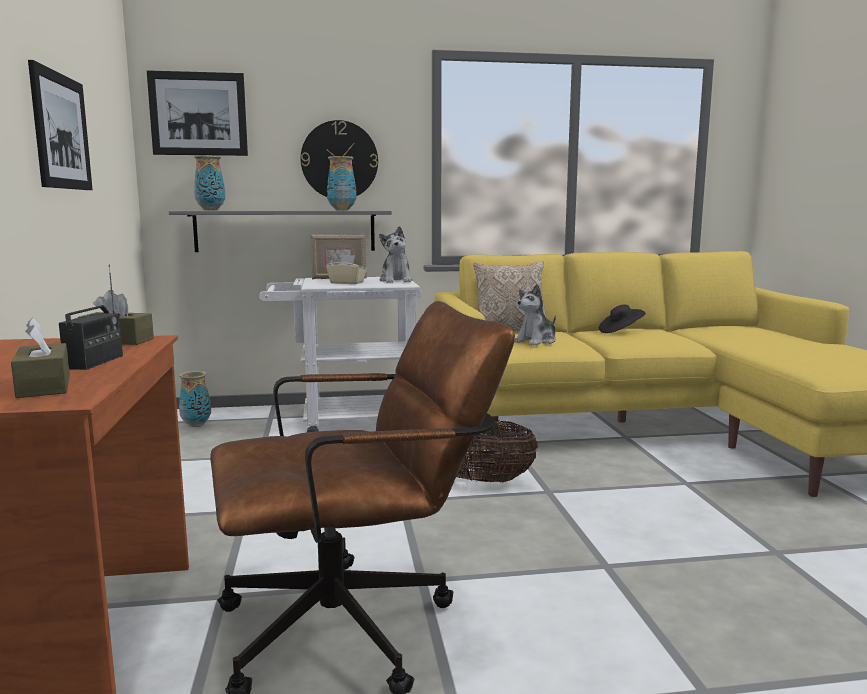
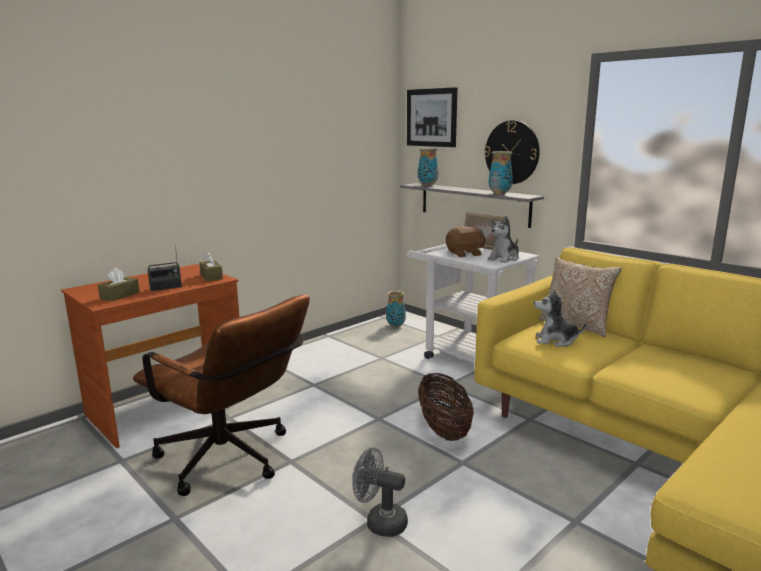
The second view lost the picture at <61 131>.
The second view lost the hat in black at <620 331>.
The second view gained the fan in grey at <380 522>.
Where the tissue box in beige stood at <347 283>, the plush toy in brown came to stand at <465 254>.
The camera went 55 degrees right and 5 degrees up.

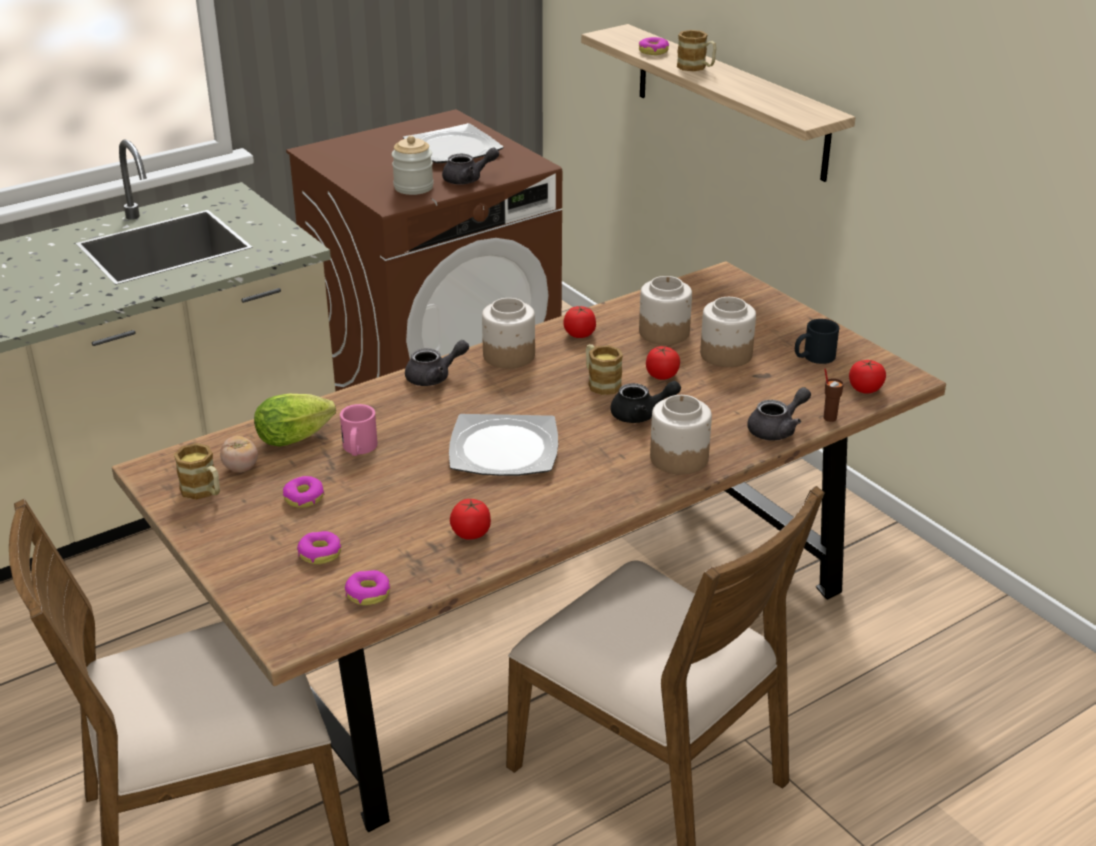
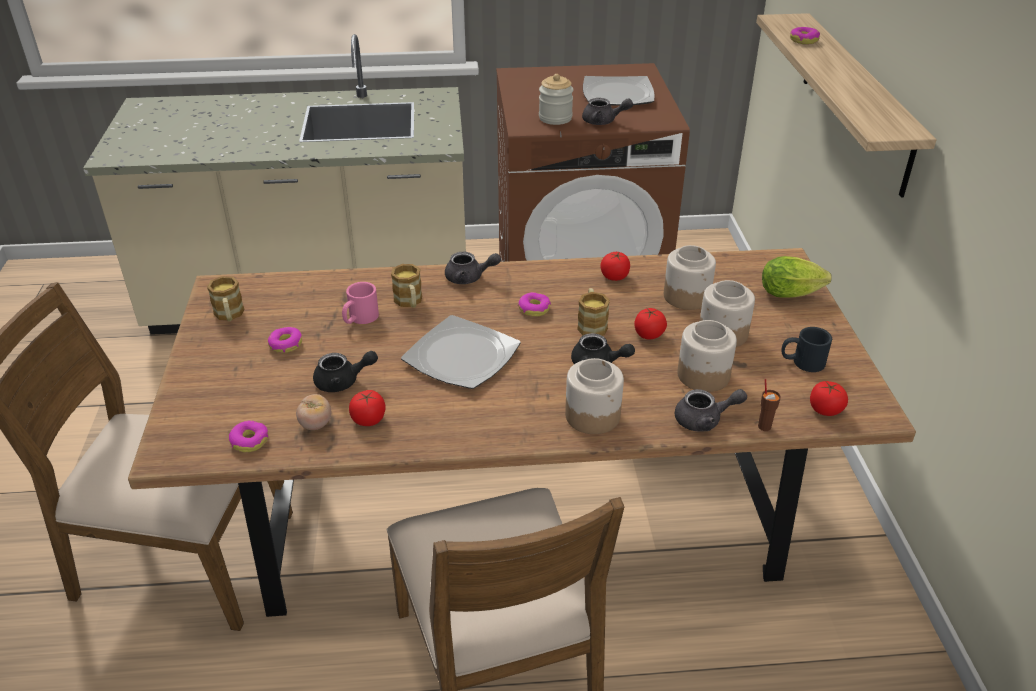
The second view gained the teapot in black at <343 382>.
The tomato ended up elsewhere, having gone from <241 468> to <316 424>.
The lettuce ended up elsewhere, having gone from <298 437> to <793 294>.
The donut ended up elsewhere, having gone from <320 553> to <534 309>.
The jar ended up elsewhere, having gone from <508 355> to <702 375>.
The mug ended up elsewhere, having gone from <696 68> to <409 302>.
The camera went 30 degrees right and 5 degrees up.

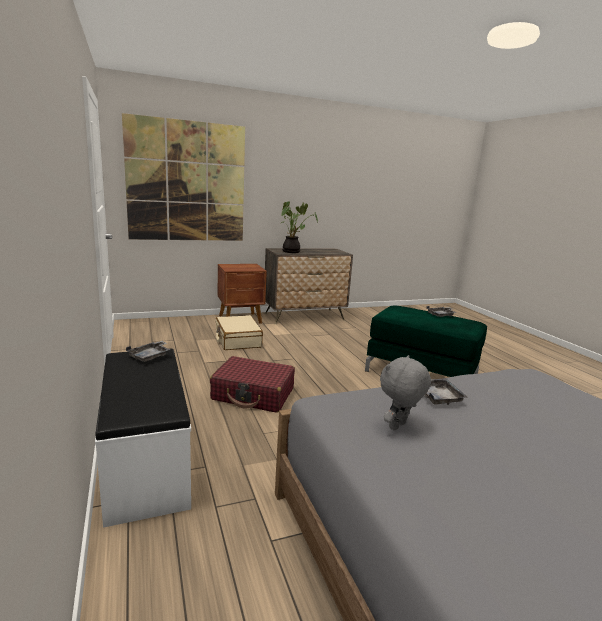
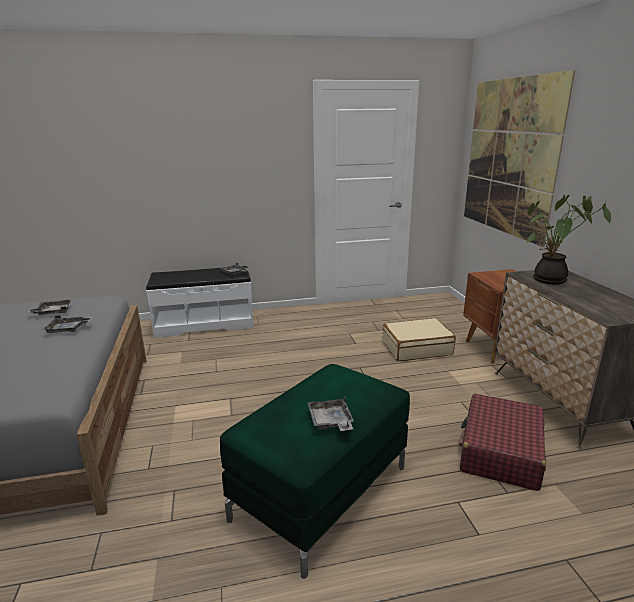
The suitcase in red ended up elsewhere, having gone from <253 394> to <500 452>.
Where the plush toy in grey stood at <398 427>, the tray in grey came to stand at <52 312>.
The camera went 100 degrees right and 5 degrees up.

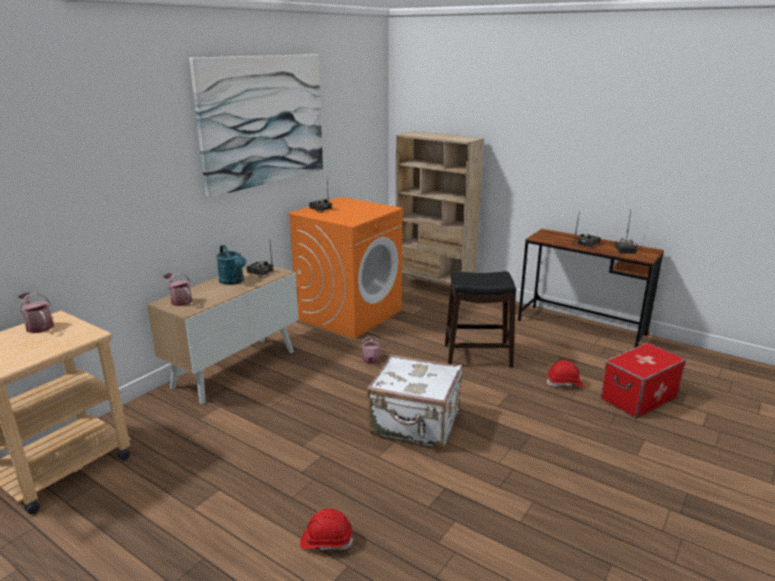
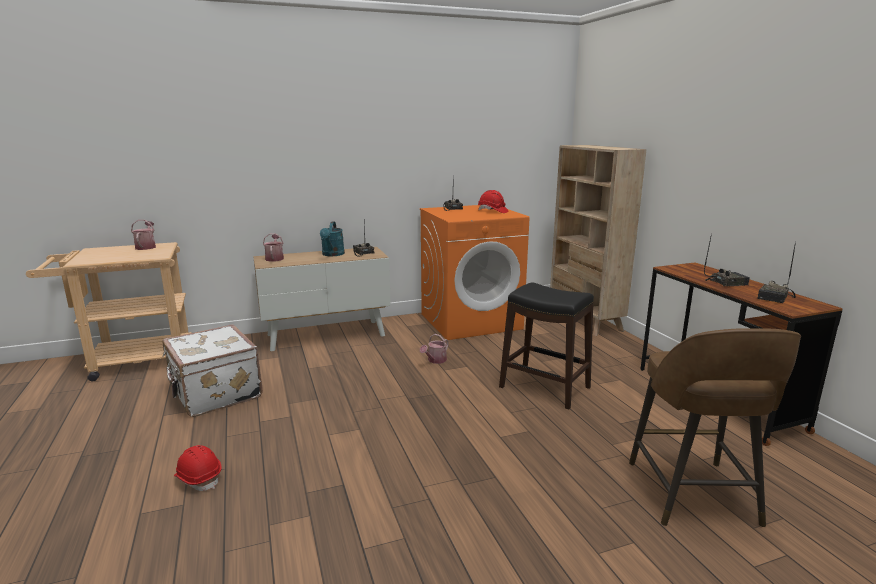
The second view lost the picture at <263 121>.
The suitcase in white ended up elsewhere, having gone from <415 424> to <214 393>.
The hard hat in red ended up elsewhere, having gone from <564 383> to <492 211>.
Where the storage box stood at <638 398>, the stool in brown came to stand at <693 495>.
The camera went 35 degrees right and 5 degrees down.

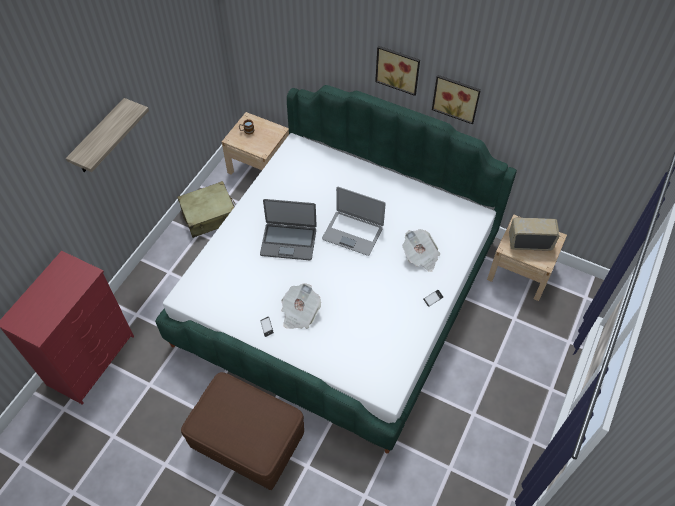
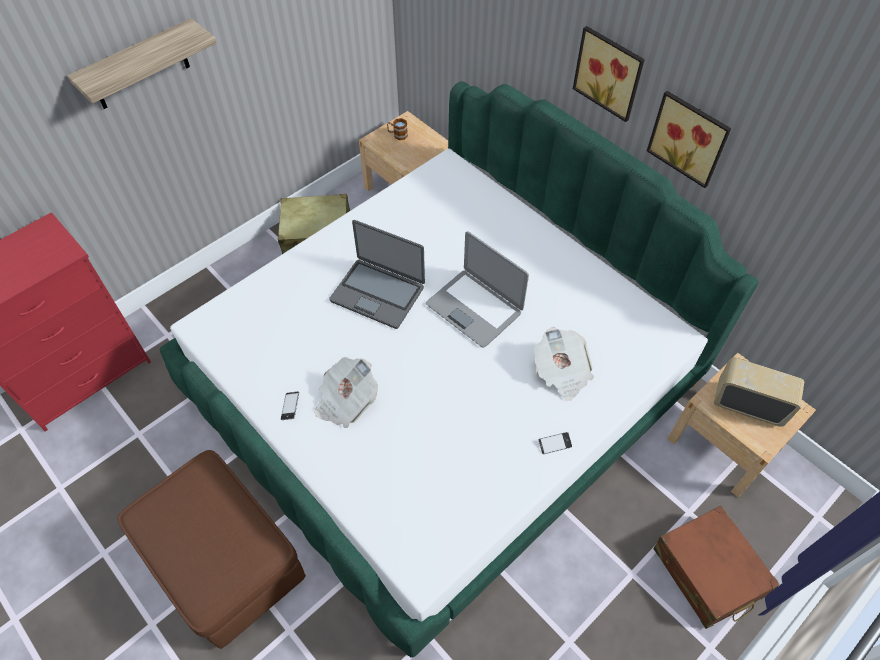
The second view gained the suitcase in brown at <708 572>.
The camera went 20 degrees right and 0 degrees up.

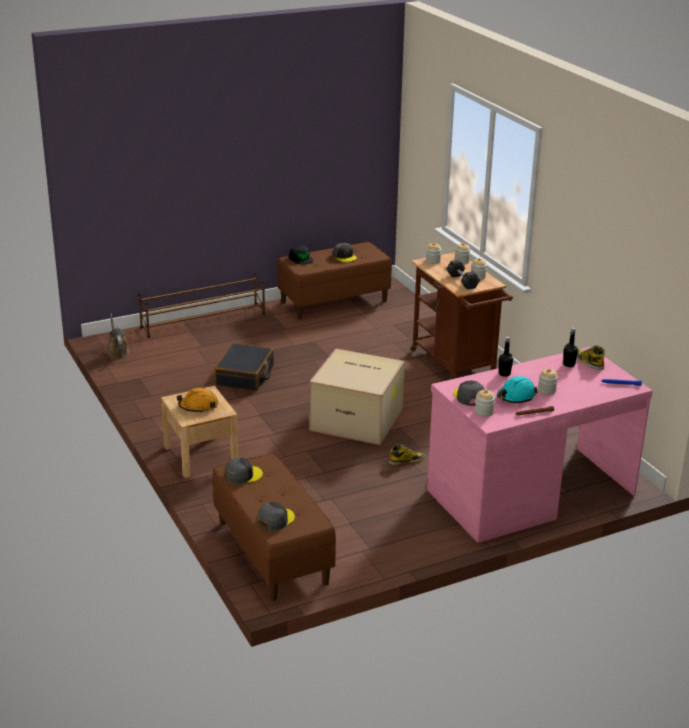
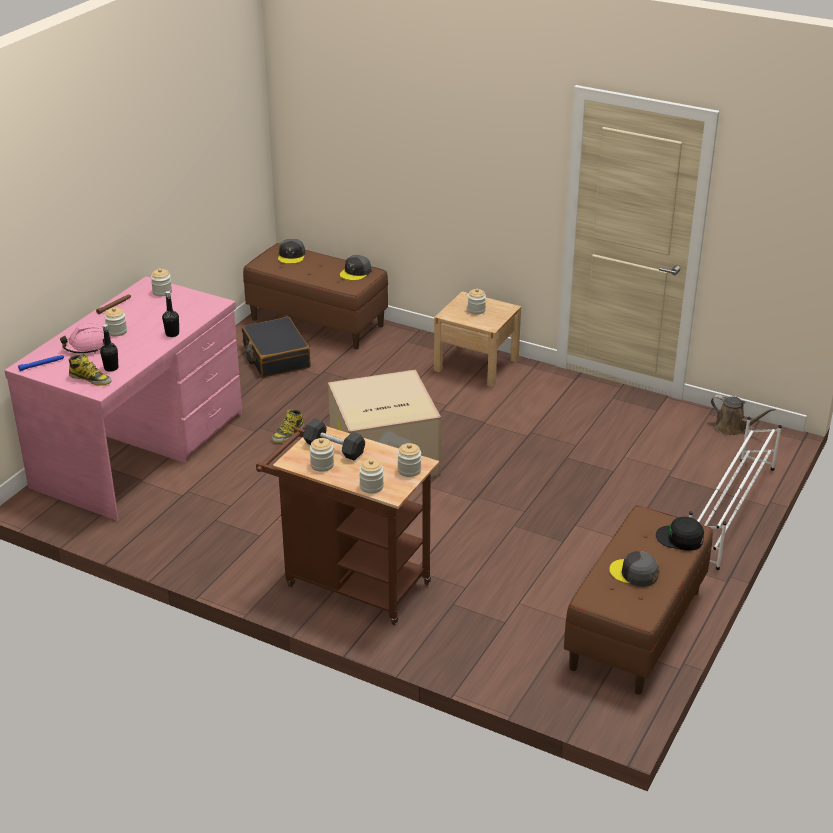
The second view lost the cap in grey at <469 397>.
The second view lost the hard hat in turquoise at <516 396>.
The second view gained the hard hat in pink at <87 346>.
The suitcase in black ended up elsewhere, having gone from <245 376> to <276 357>.
Where the hard hat in orange stood at <198 406>, the jar came to stand at <476 310>.
What was the shoe rack in brown at <204 321> turned into the shoe rack in white at <729 512>.
The camera went 145 degrees right and 5 degrees up.

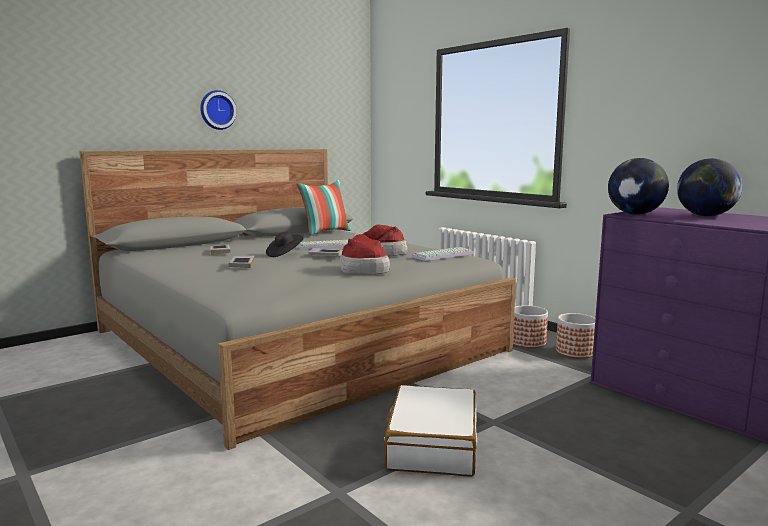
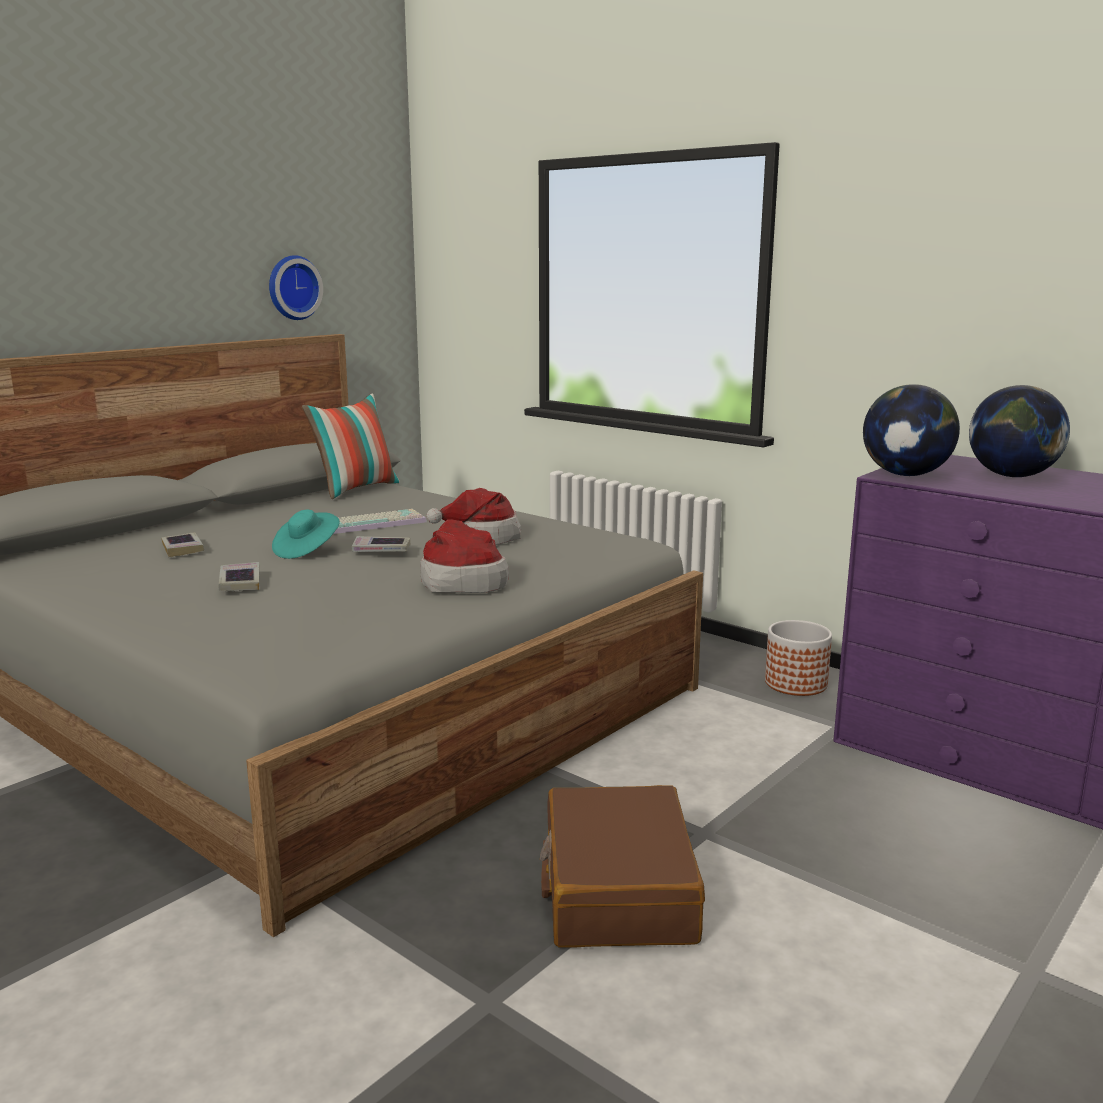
The second view lost the keyboard at <443 255>.
The second view lost the planter at <527 342>.
The wall clock ended up elsewhere, having gone from <217 110> to <292 287>.
What was the hat in black at <284 254> turned into the hat in turquoise at <307 550>.
What was the suitcase in white at <432 445> turned into the suitcase in brown at <617 889>.
The camera went 10 degrees left and 5 degrees up.

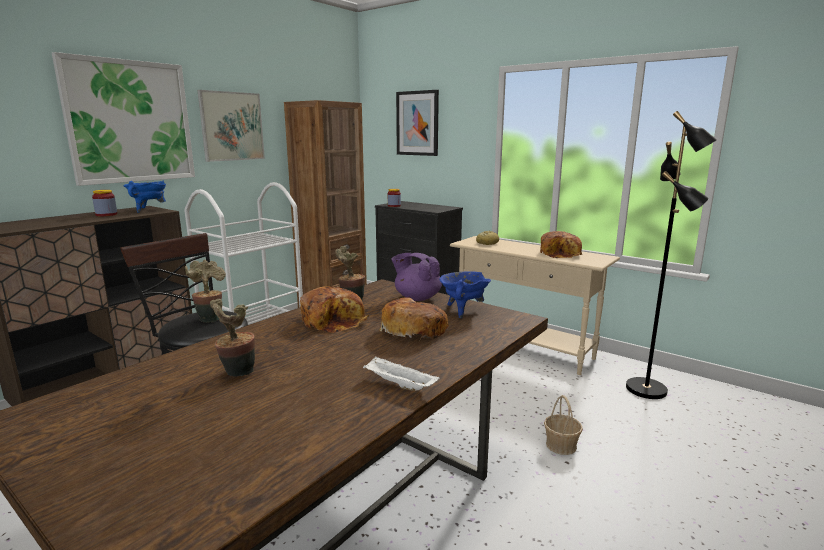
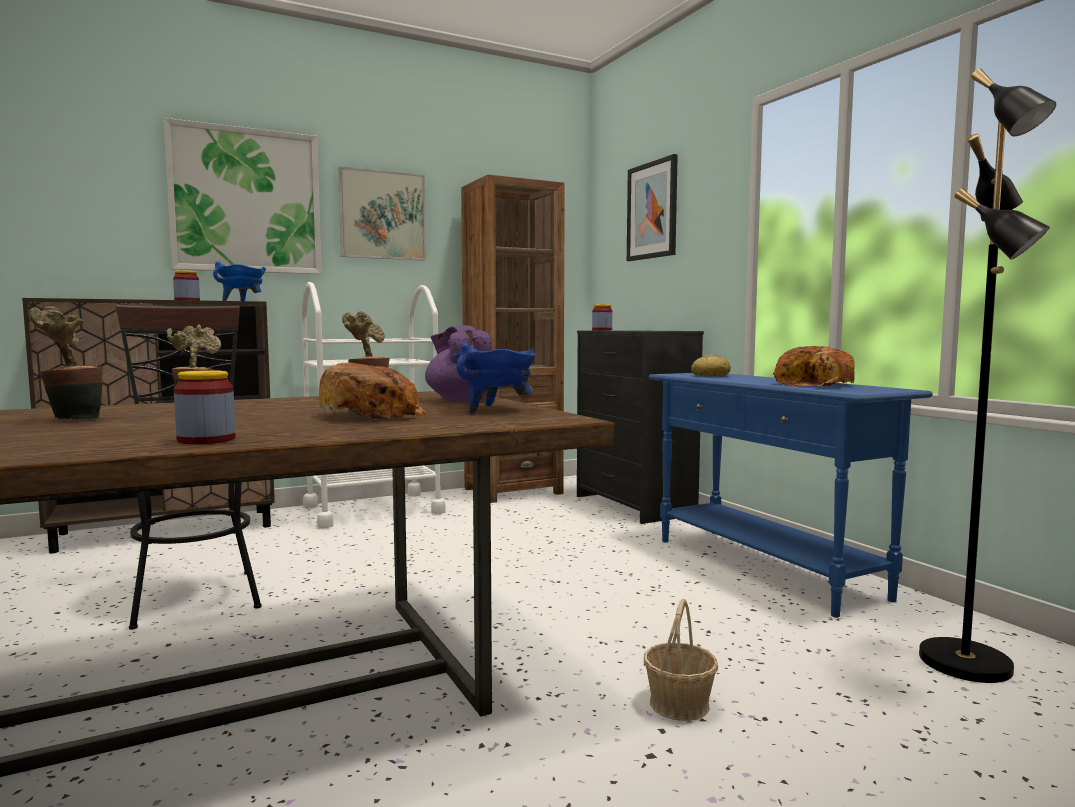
The second view lost the bread at <334 320>.
Where the tray in white stood at <398 385>, the jar came to stand at <206 440>.
What was the console table in beige at <524 349> turned into the console table in blue at <764 568>.
The camera went 25 degrees right and 10 degrees down.

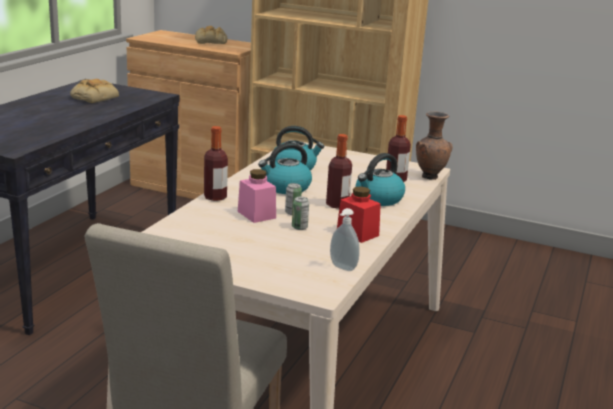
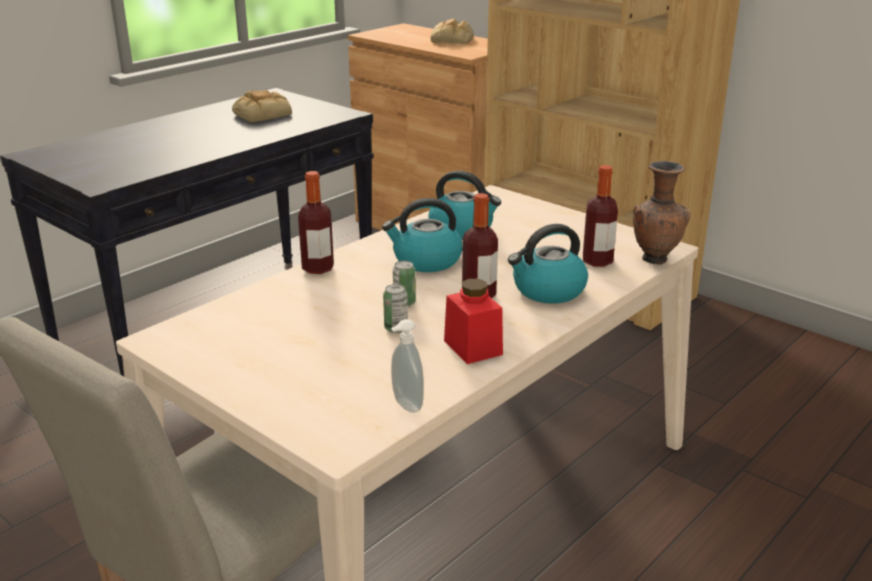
The second view lost the jar in pink at <256 214>.
The camera went 20 degrees right and 5 degrees up.

